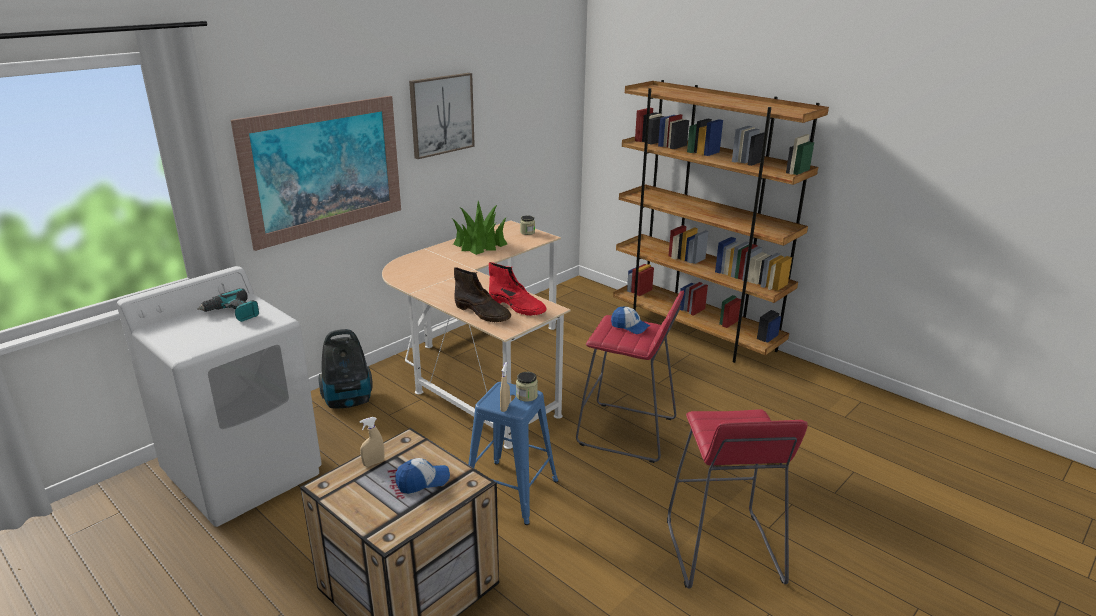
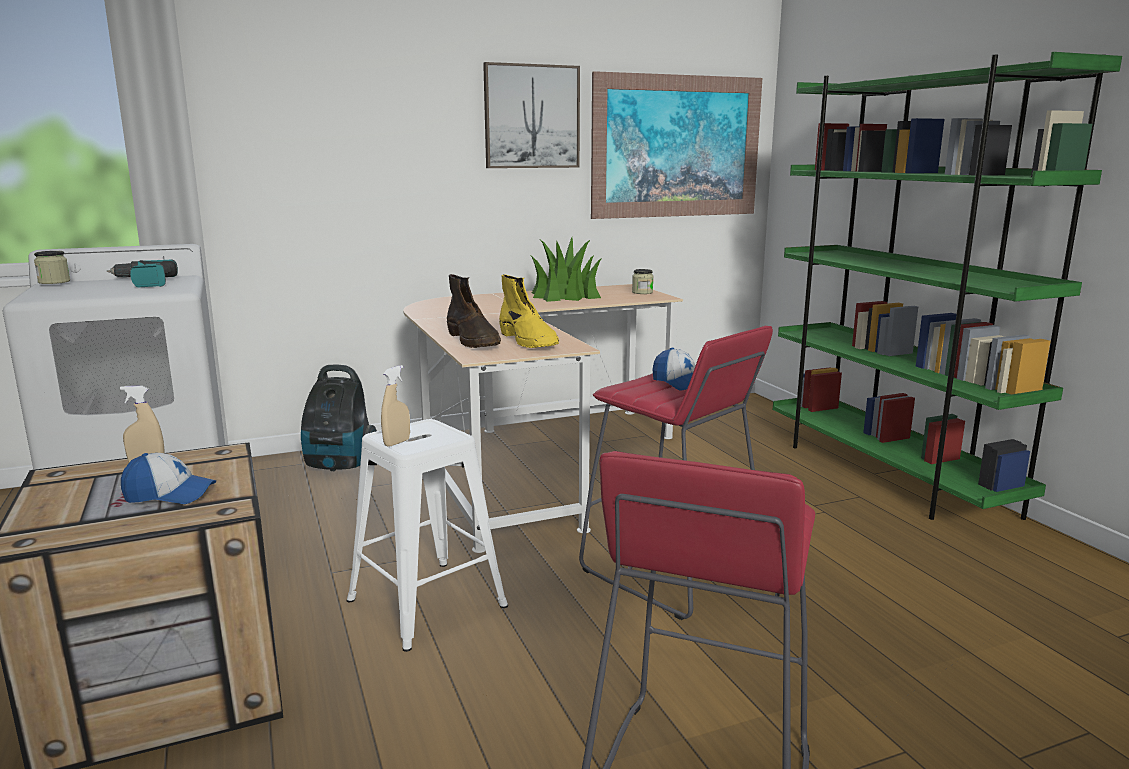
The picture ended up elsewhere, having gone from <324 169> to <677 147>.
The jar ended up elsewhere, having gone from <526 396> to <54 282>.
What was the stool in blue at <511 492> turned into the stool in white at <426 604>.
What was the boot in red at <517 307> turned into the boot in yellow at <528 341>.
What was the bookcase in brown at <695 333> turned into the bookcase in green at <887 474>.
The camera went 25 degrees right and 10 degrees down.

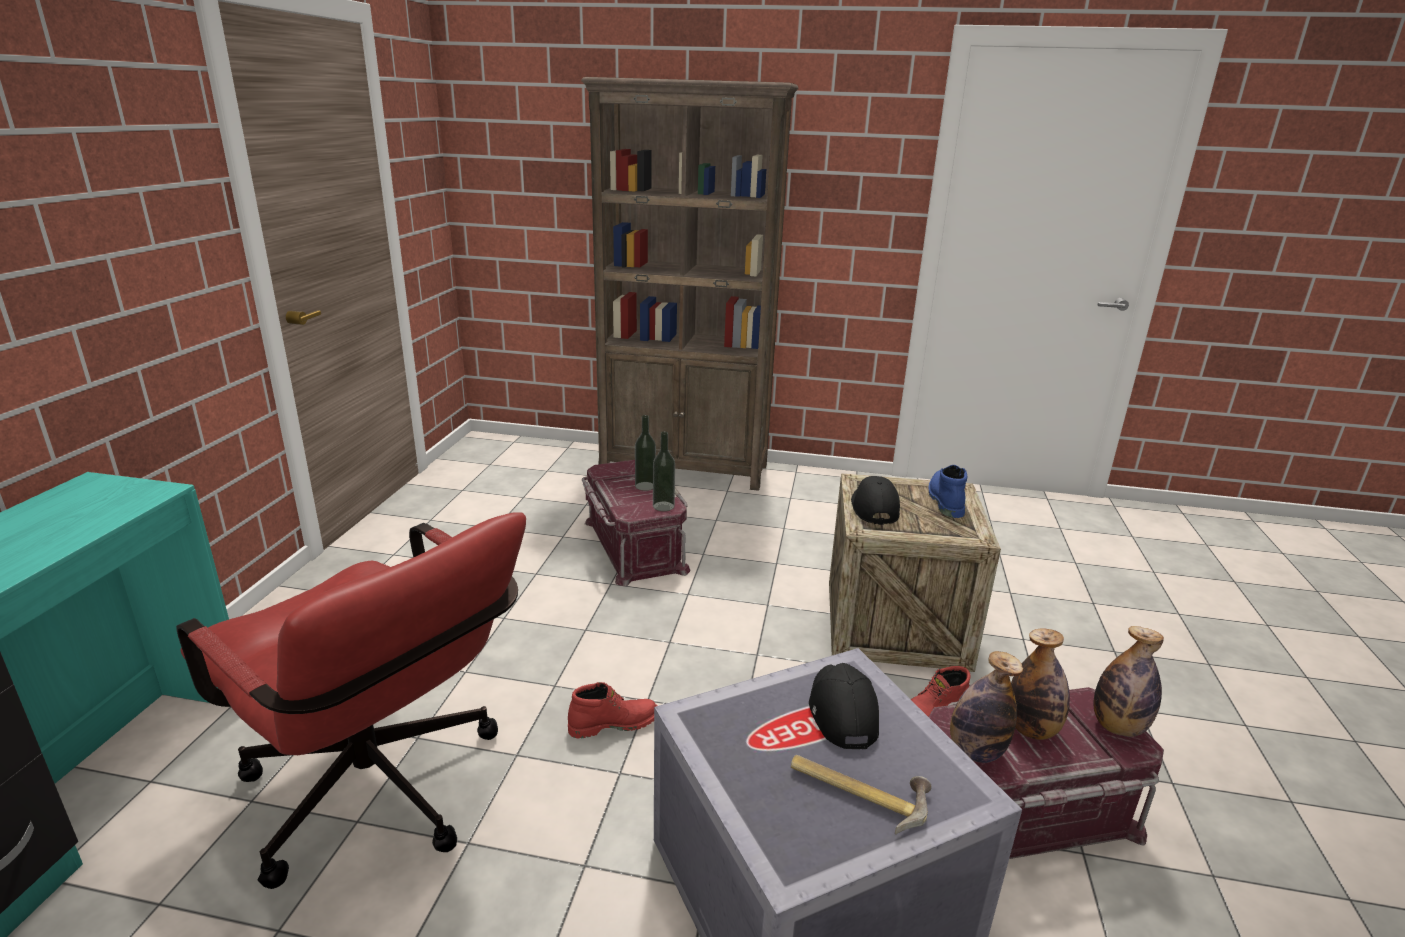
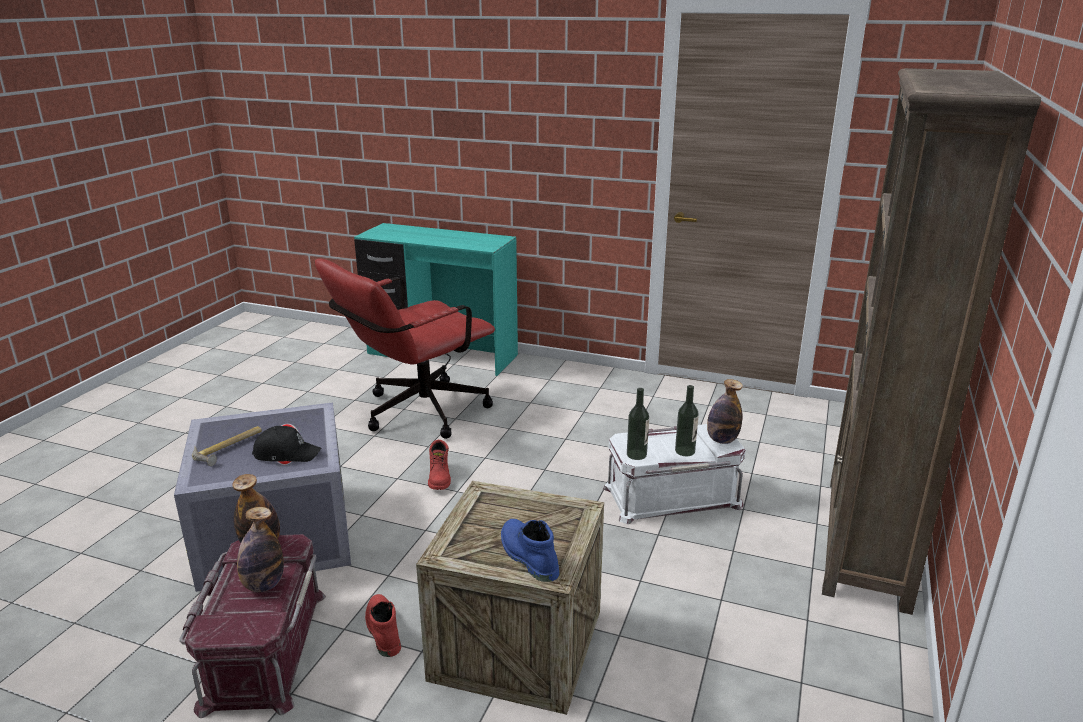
The second view lost the cap in black at <873 508>.
The bottle ended up elsewhere, having gone from <1117 727> to <722 440>.
What was the storage box in red at <633 546> turned into the storage box in white at <671 495>.
The boot in blue at <944 500> ended up facing another way, 135 degrees counterclockwise from before.
The camera went 100 degrees right and 0 degrees up.

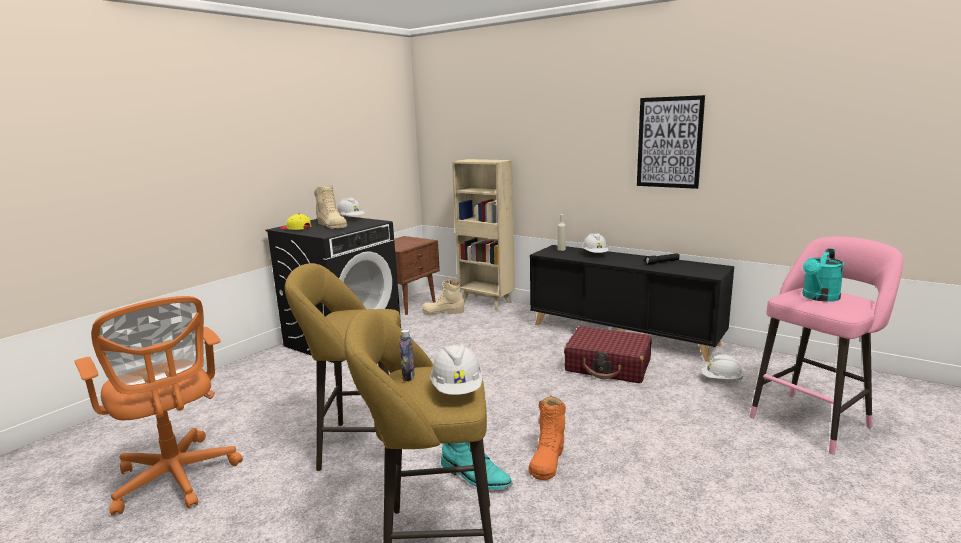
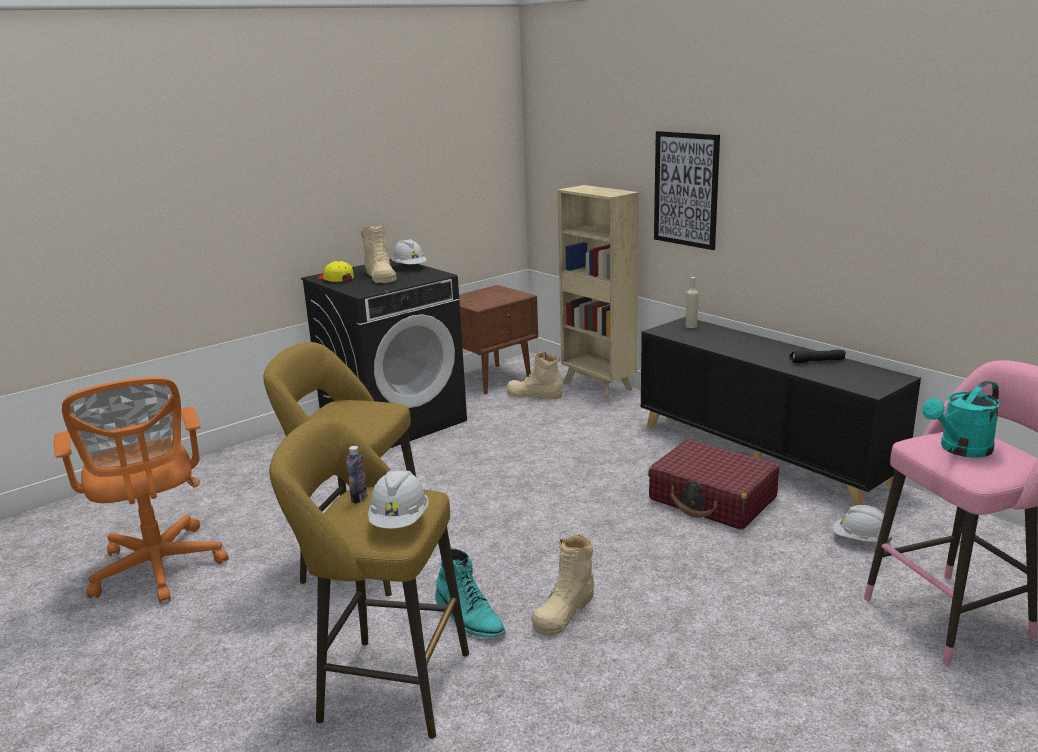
The second view lost the hard hat in white at <595 254>.
The picture ended up elsewhere, having gone from <669 142> to <686 189>.
What was the boot in orange at <548 459> turned into the boot in beige at <564 611>.
The camera went 15 degrees right and 5 degrees up.

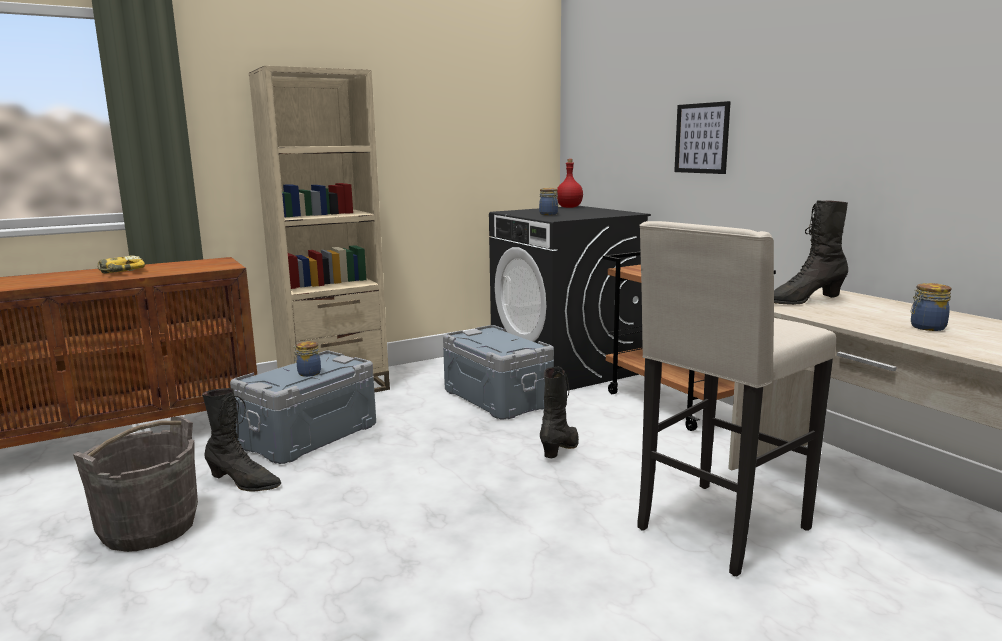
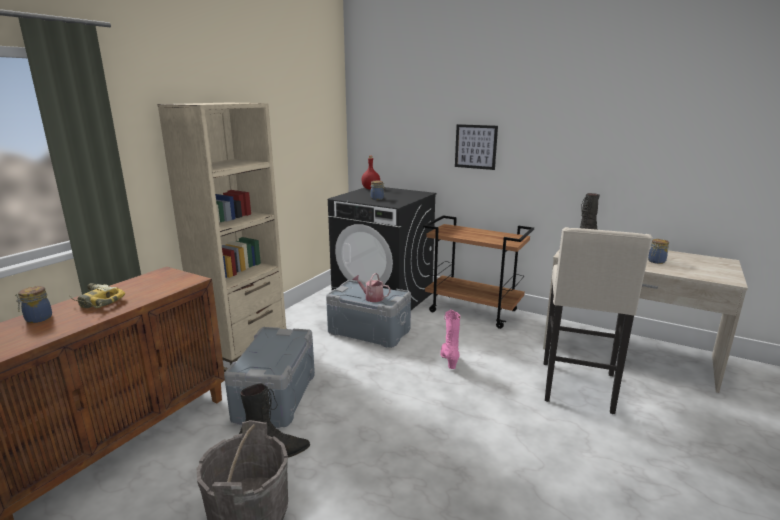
The second view gained the watering can at <371 298>.
The jar ended up elsewhere, having gone from <308 373> to <37 318>.
What was the boot in black at <561 449> turned into the boot in pink at <449 359>.
The camera went 30 degrees left and 5 degrees up.

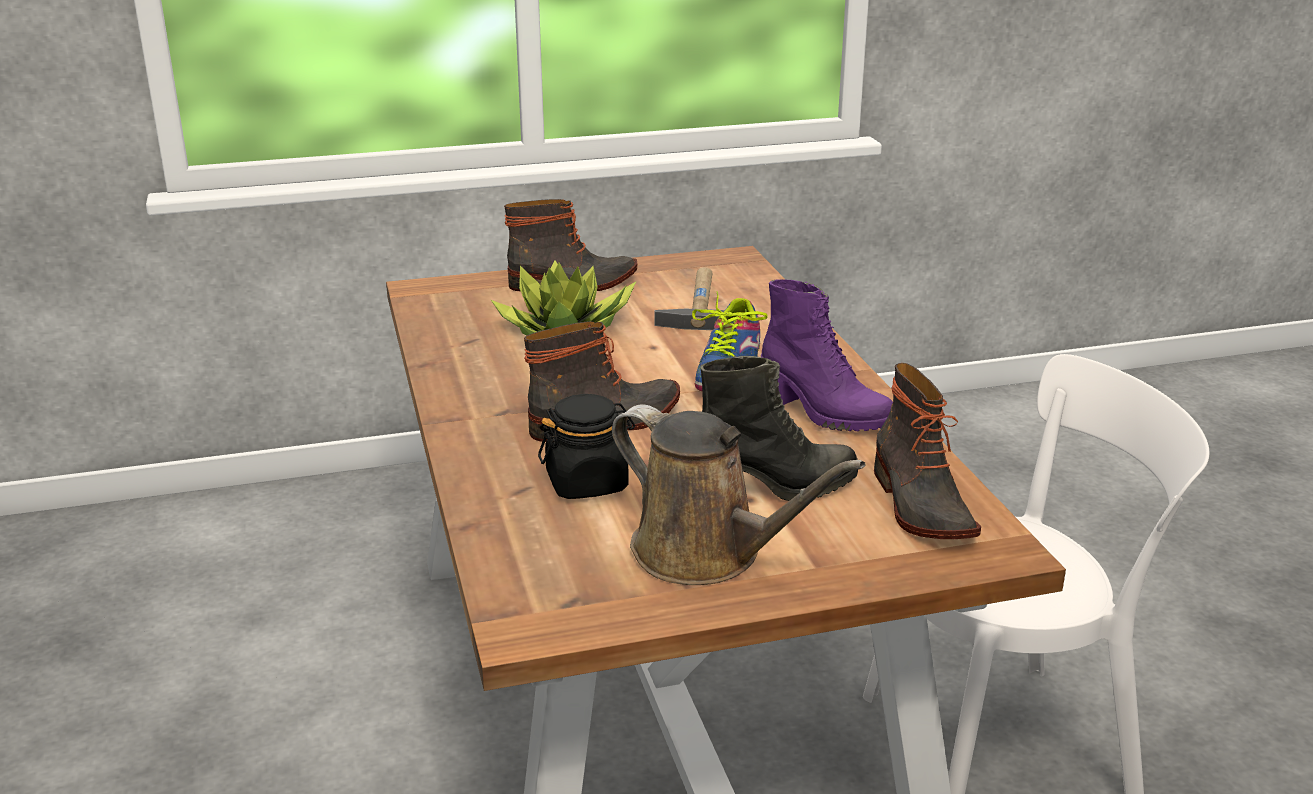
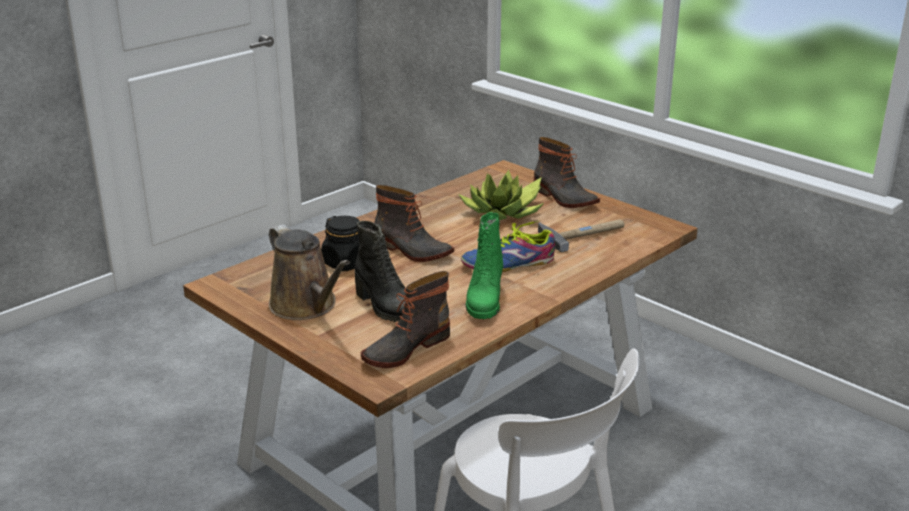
What was the boot in purple at <824 413> turned into the boot in green at <484 301>.
The watering can in brown at <706 554> ended up facing another way, 45 degrees counterclockwise from before.
The camera went 60 degrees right and 0 degrees up.

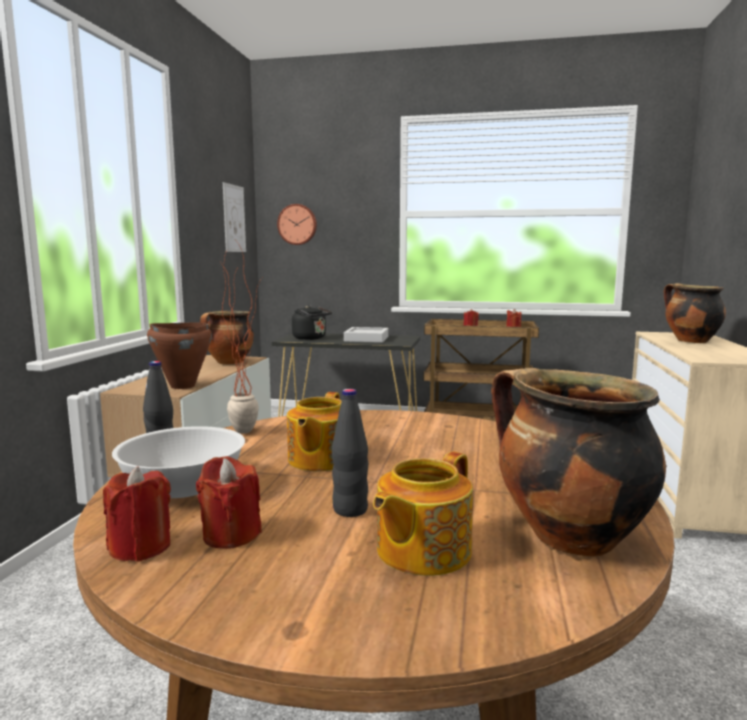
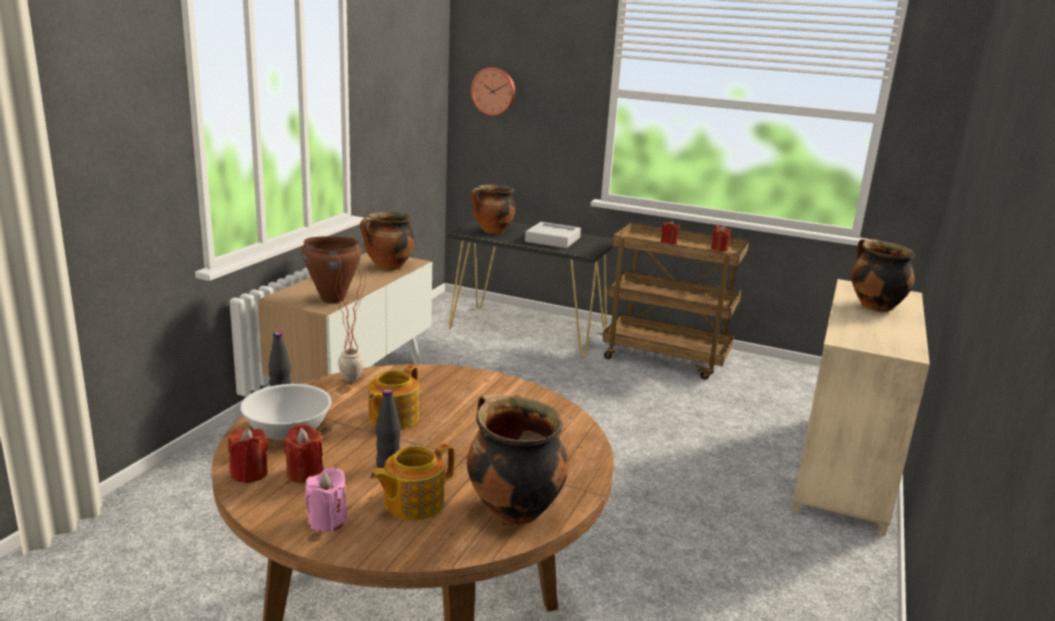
The second view lost the picture at <234 218>.
The second view gained the candle in pink at <327 521>.
Where the kettle in black stood at <311 338>, the cooking pot came to stand at <492 231>.
The camera went 10 degrees right and 10 degrees up.

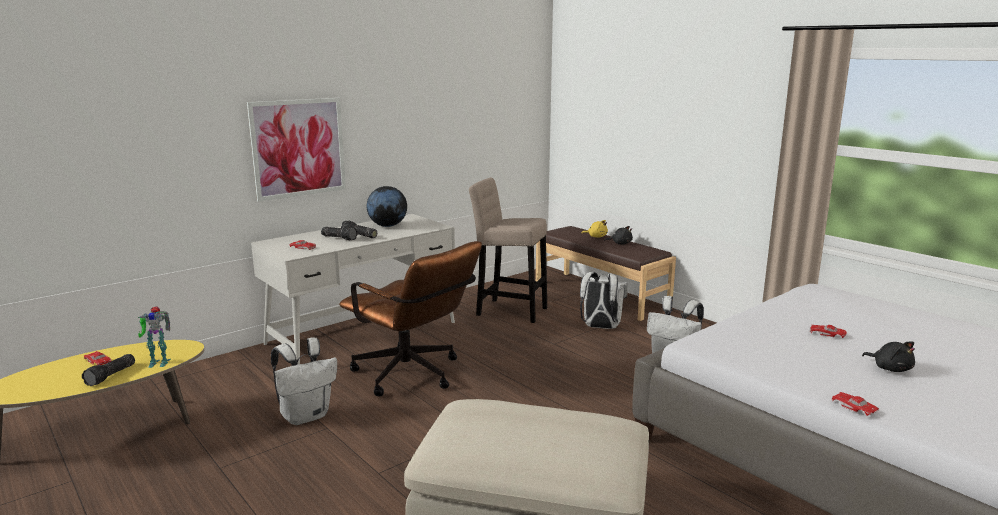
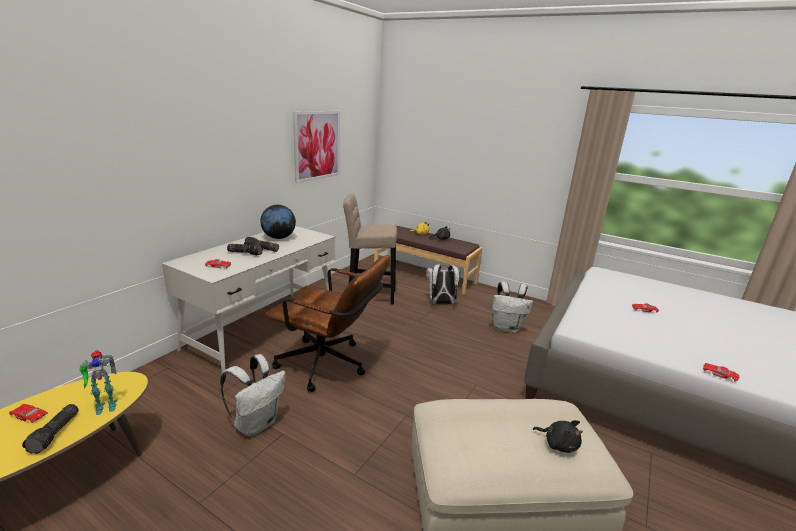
The picture ended up elsewhere, having gone from <298 148> to <317 145>.
The plush toy in black ended up elsewhere, having gone from <890 368> to <558 444>.
The camera went 20 degrees left and 5 degrees up.

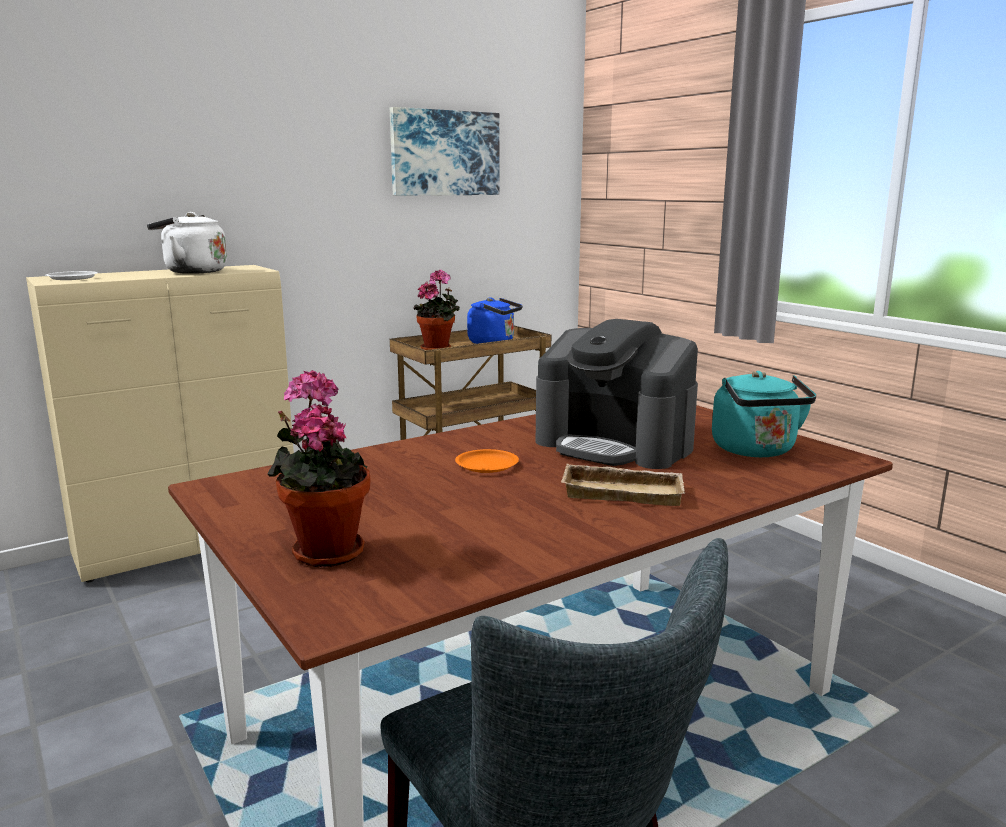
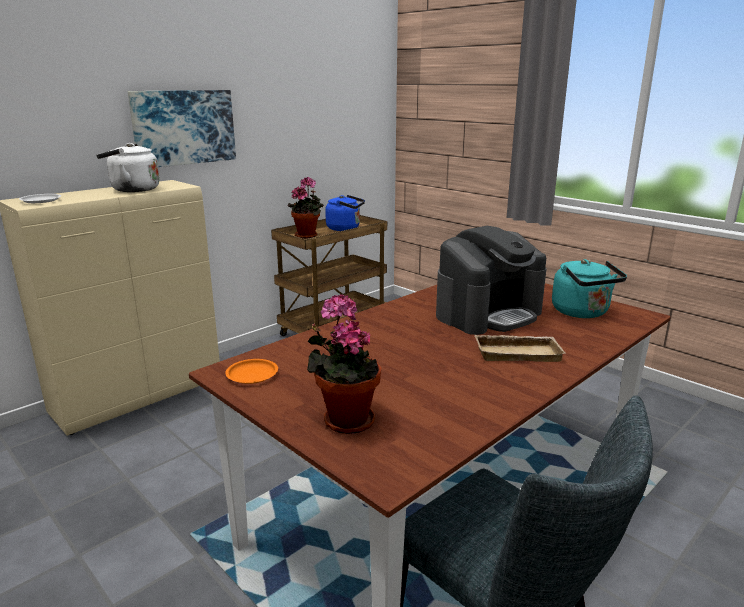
The picture ended up elsewhere, having gone from <444 153> to <184 127>.
The plate in orange ended up elsewhere, having gone from <487 465> to <252 375>.
The coffee machine at <615 444> ended up facing another way, 60 degrees counterclockwise from before.
The camera went 10 degrees left and 5 degrees up.

